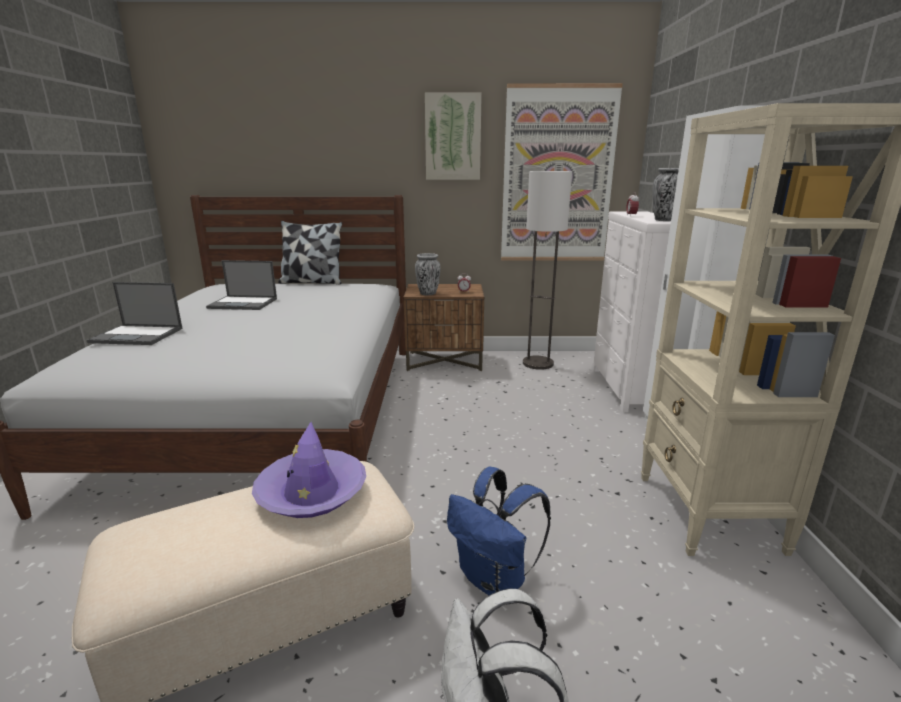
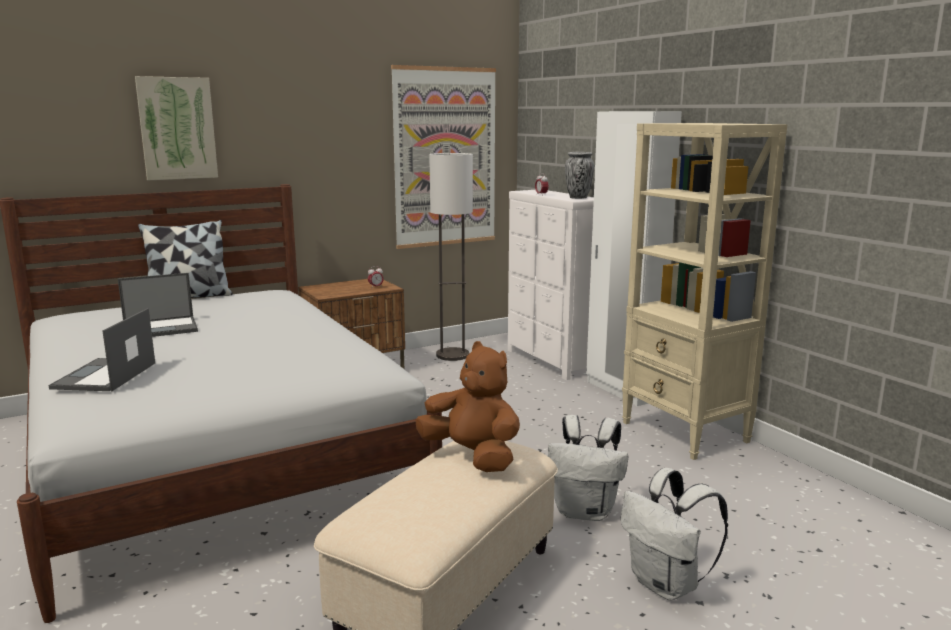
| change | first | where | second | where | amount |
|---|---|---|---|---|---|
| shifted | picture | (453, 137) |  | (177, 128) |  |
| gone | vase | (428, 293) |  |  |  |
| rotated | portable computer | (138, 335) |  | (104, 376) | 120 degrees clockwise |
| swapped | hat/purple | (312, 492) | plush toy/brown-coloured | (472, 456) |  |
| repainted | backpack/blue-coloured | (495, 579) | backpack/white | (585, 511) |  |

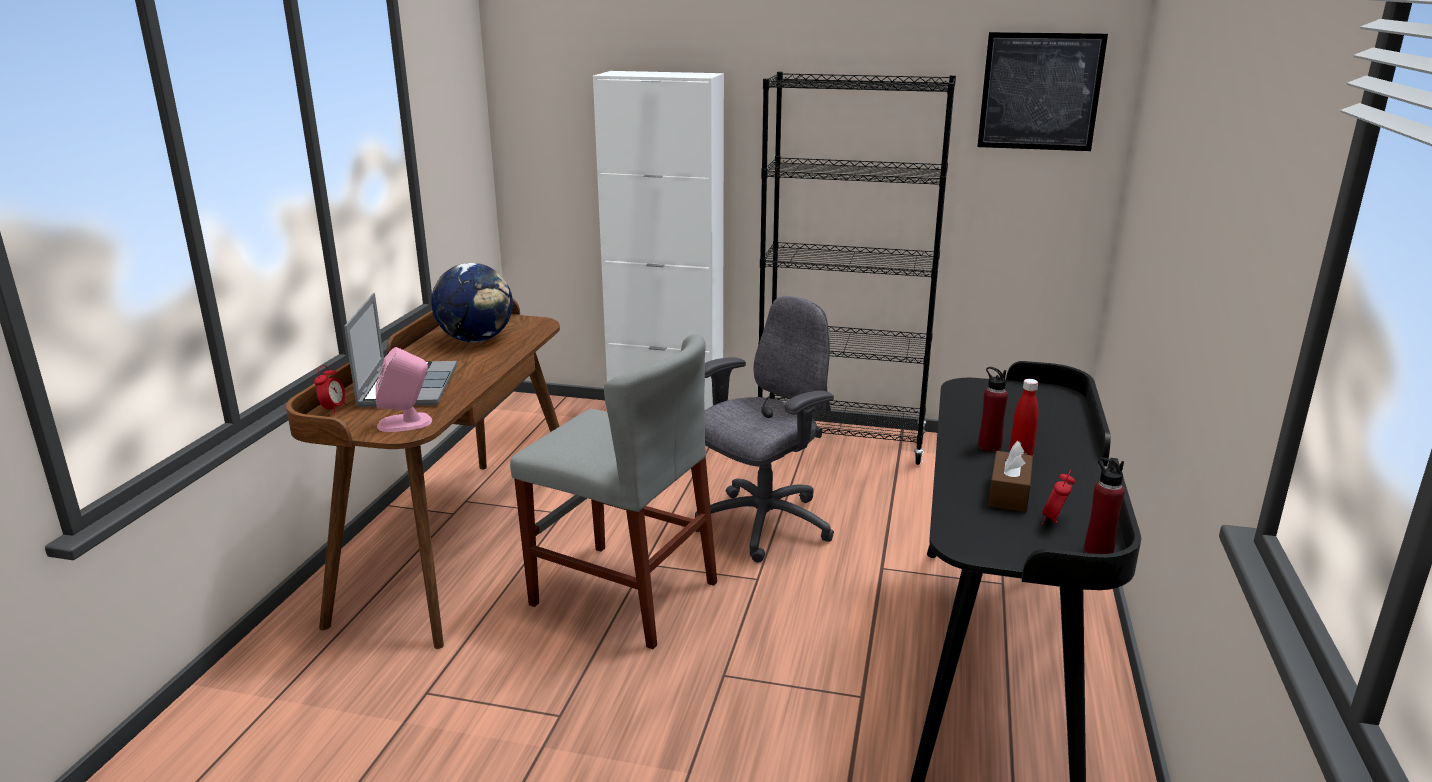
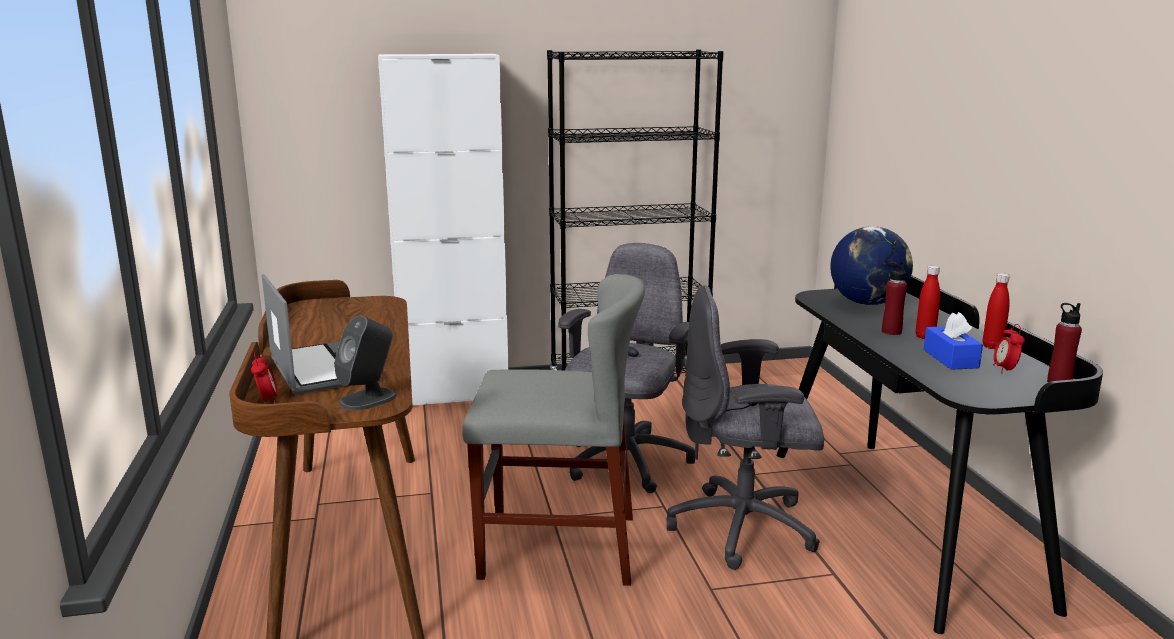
| change | first | where | second | where | amount |
|---|---|---|---|---|---|
| gone | picture | (1040, 92) |  |  |  |
| shifted | globe | (476, 339) |  | (867, 303) |  |
| repainted | loudspeaker/pink | (405, 423) | loudspeaker/greyish | (368, 399) |  |
| repainted | tissue box/brown-coloured | (1009, 493) | tissue box/blue-coloured | (950, 359) |  |
| new |  |  | drink bottle/red-coloured | (992, 346) |  |
| new |  |  | computer chair/greyish | (745, 528) |  |

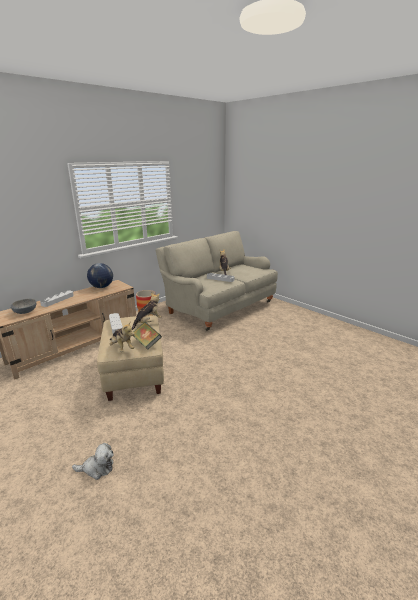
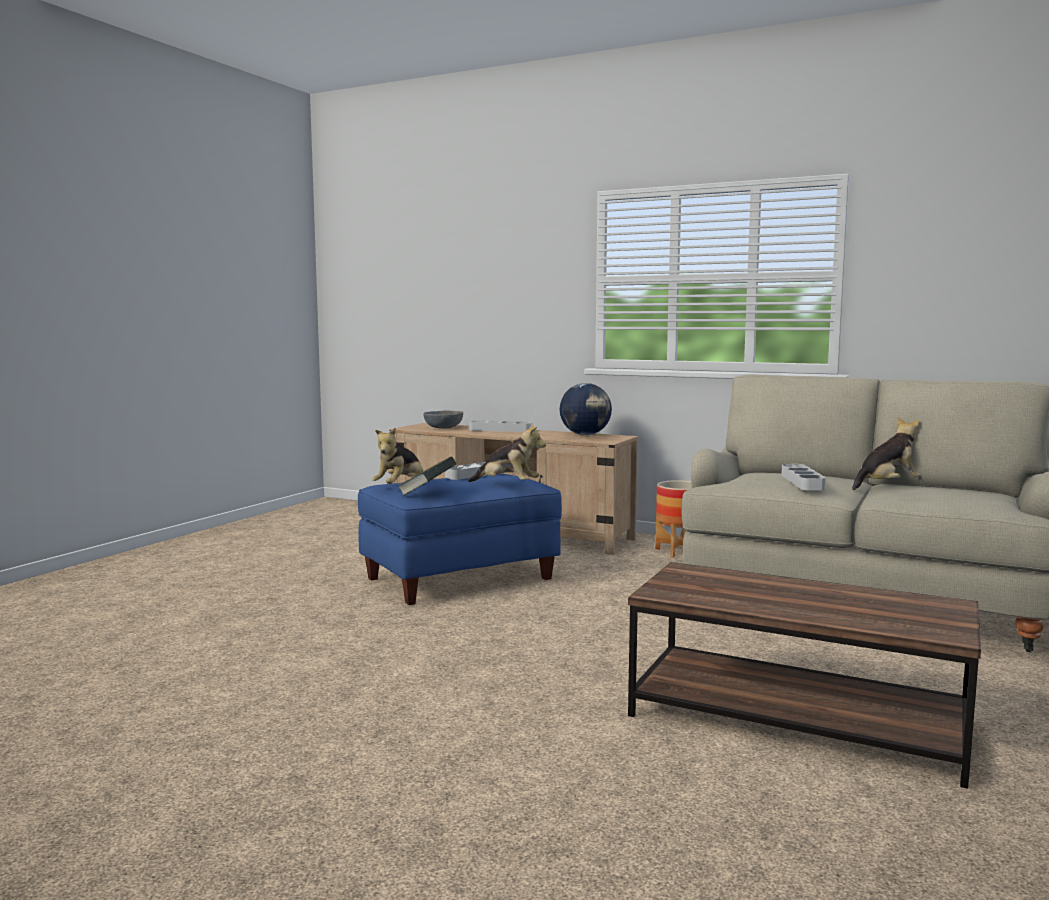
| change | first | where | second | where | amount |
|---|---|---|---|---|---|
| repainted | ottoman/sand-coloured | (134, 373) | ottoman/blue-coloured | (459, 578) |  |
| gone | plush toy | (97, 468) |  |  |  |
| new |  |  | lounge table/brown-coloured | (797, 718) |  |

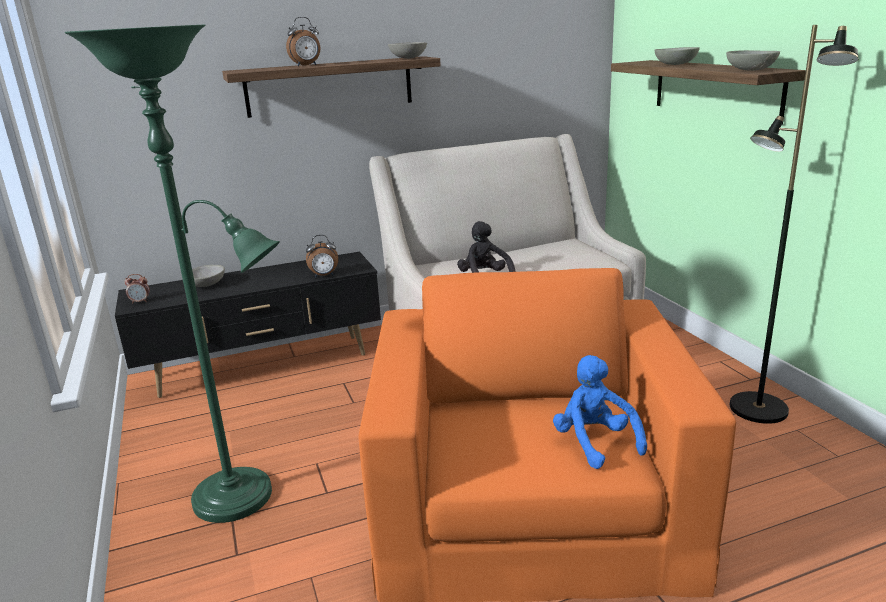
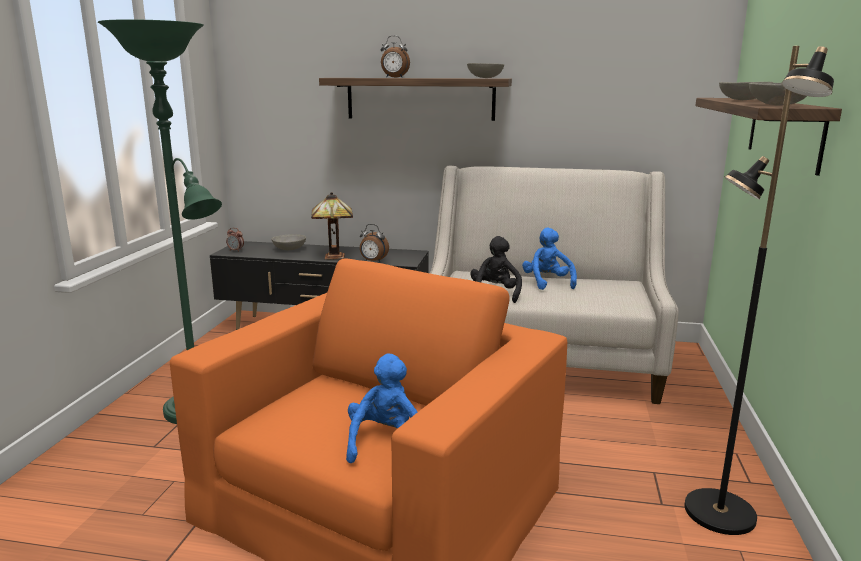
| change | first | where | second | where | amount |
|---|---|---|---|---|---|
| new |  |  | tabletop lamp | (333, 257) |  |
| new |  |  | plush toy/blue-coloured | (547, 283) |  |

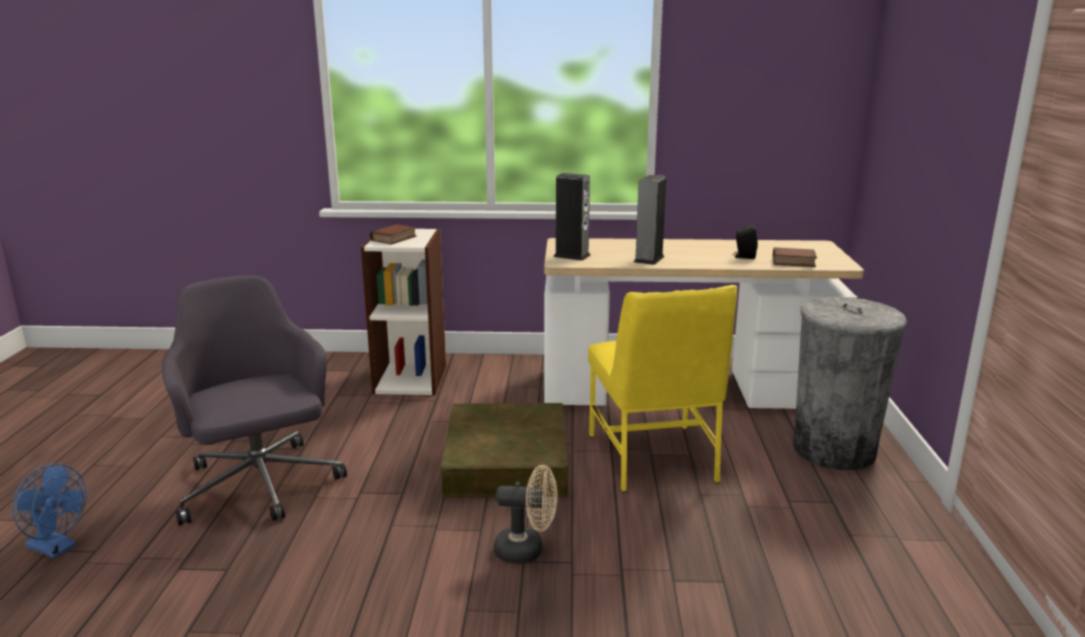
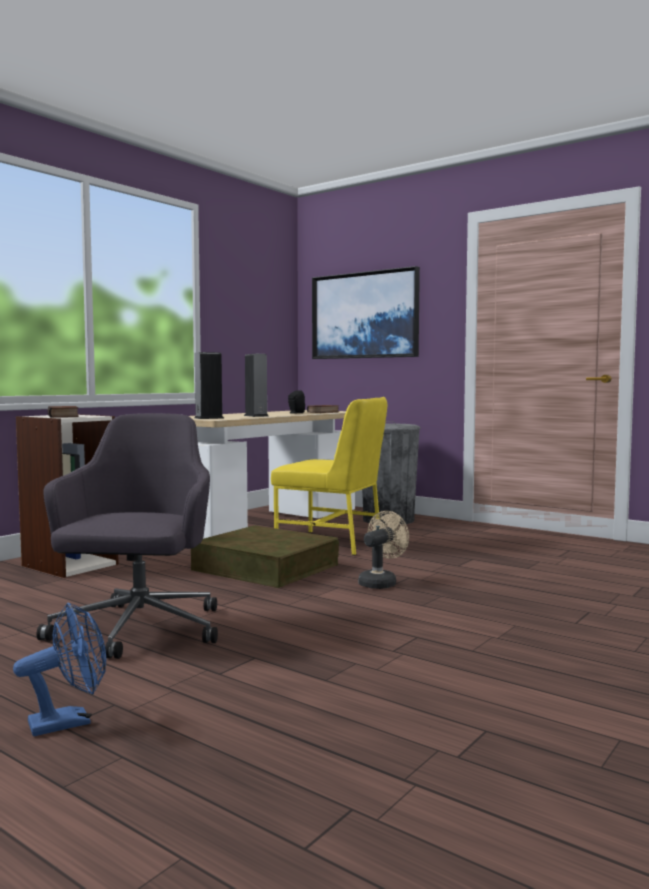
| change | first | where | second | where | amount |
|---|---|---|---|---|---|
| rotated | computer chair/greyish | (260, 486) |  | (138, 631) | 90 degrees clockwise |
| new |  |  | picture | (365, 315) |  |

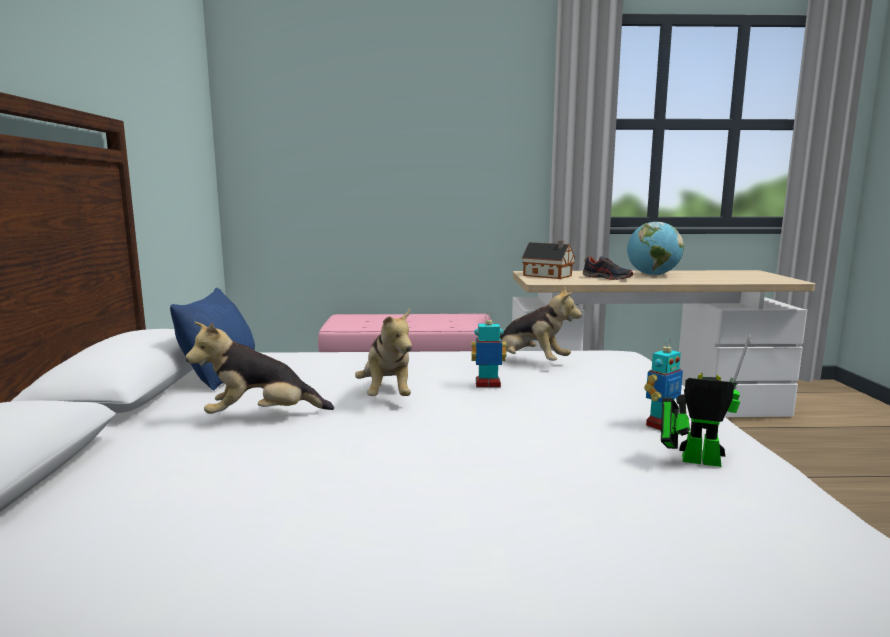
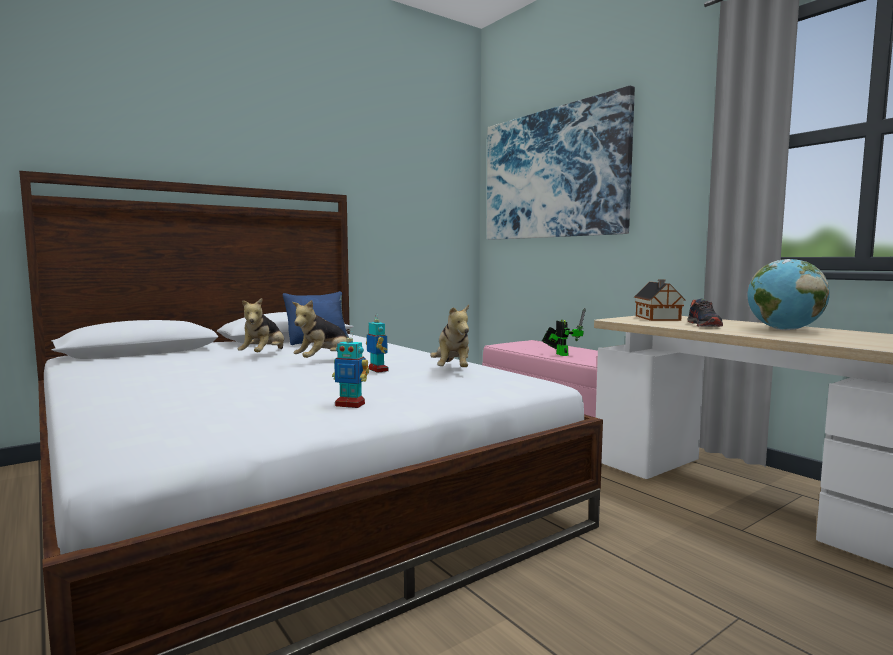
| change | first | where | second | where | amount |
|---|---|---|---|---|---|
| rotated | plush toy | (261, 417) |  | (264, 355) | 120 degrees counterclockwise |
| shifted | robot figure | (694, 459) |  | (561, 354) |  |
| new |  |  | picture | (552, 174) |  |

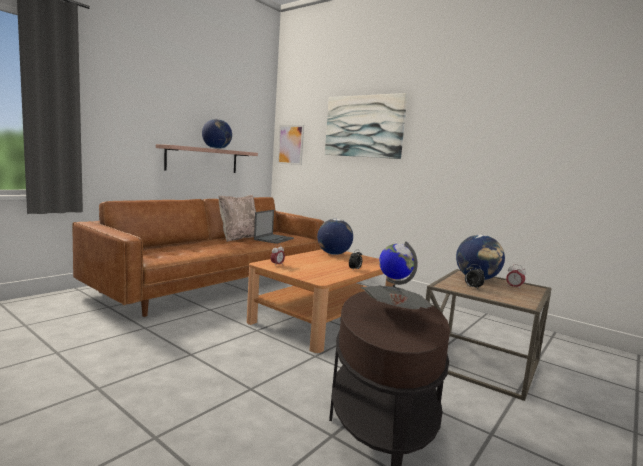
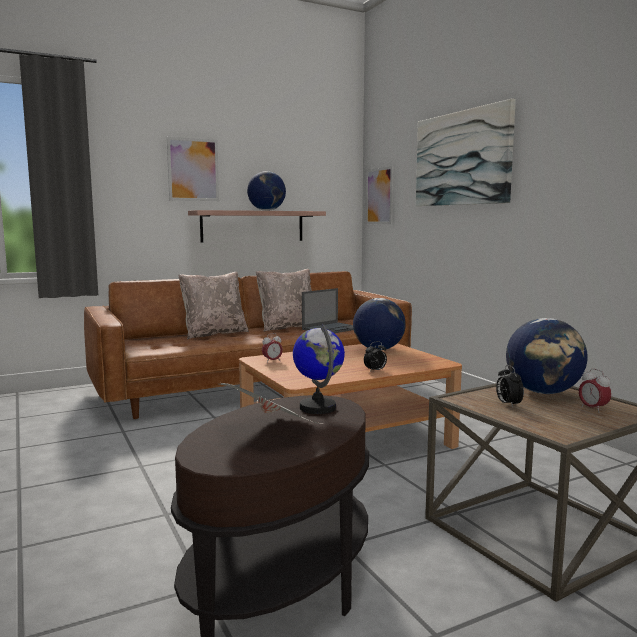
| change | first | where | second | where | amount |
|---|---|---|---|---|---|
| new |  |  | picture | (193, 169) |  |
| new |  |  | throw pillow/sand-coloured | (214, 334) |  |

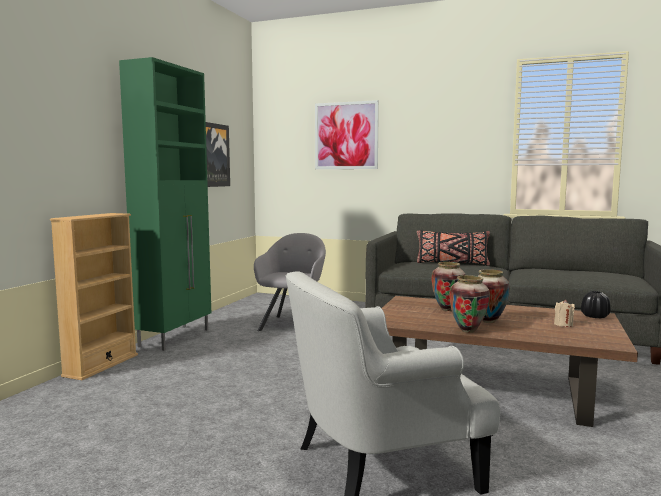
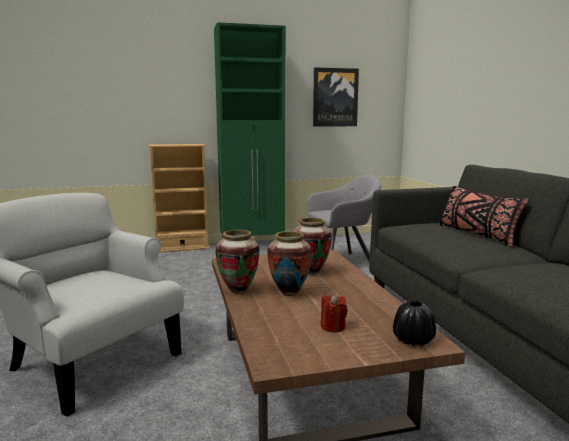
| change | first | where | second | where | amount |
|---|---|---|---|---|---|
| gone | picture | (346, 135) |  |  |  |
| repainted | wax light/sand-coloured | (563, 325) | wax light/red-coloured | (333, 327) |  |

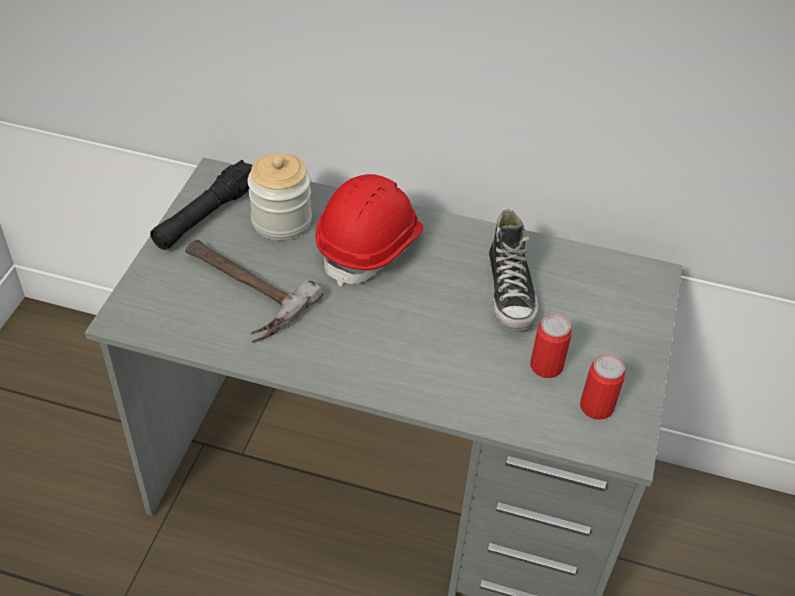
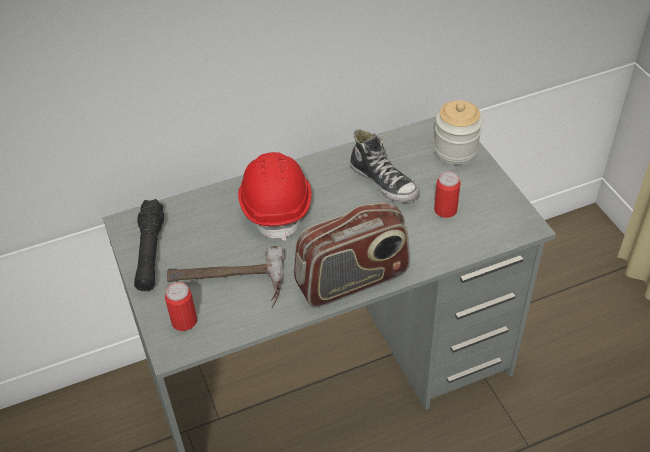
| change | first | where | second | where | amount |
|---|---|---|---|---|---|
| shifted | preserve jar | (281, 221) |  | (455, 150) |  |
| shifted | sealed can | (596, 407) |  | (184, 321) |  |
| new |  |  | radio | (352, 280) |  |

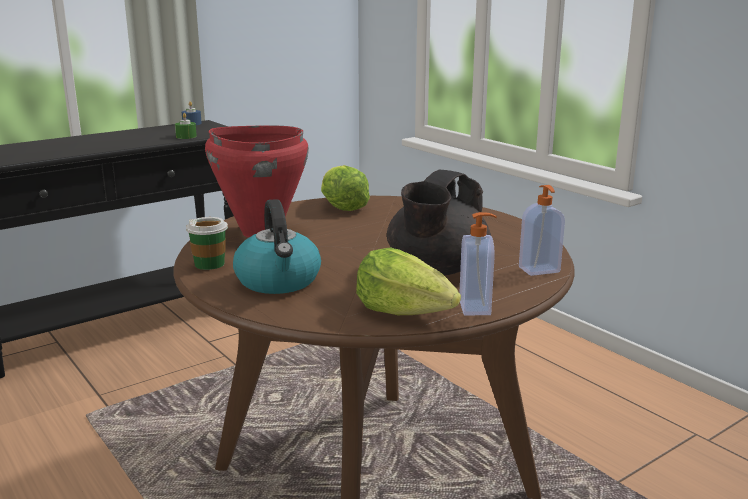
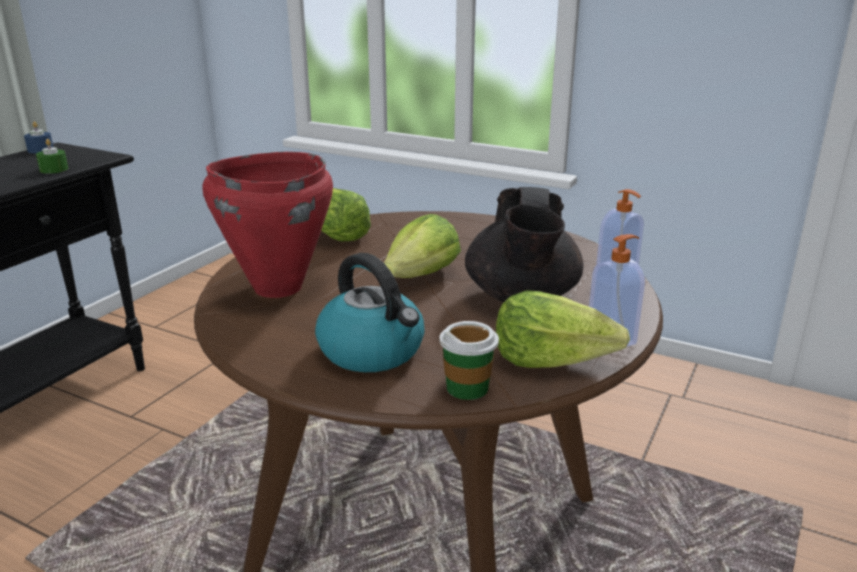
| change | first | where | second | where | amount |
|---|---|---|---|---|---|
| shifted | small cup | (210, 264) |  | (467, 388) |  |
| new |  |  | head of lettuce | (422, 276) |  |

